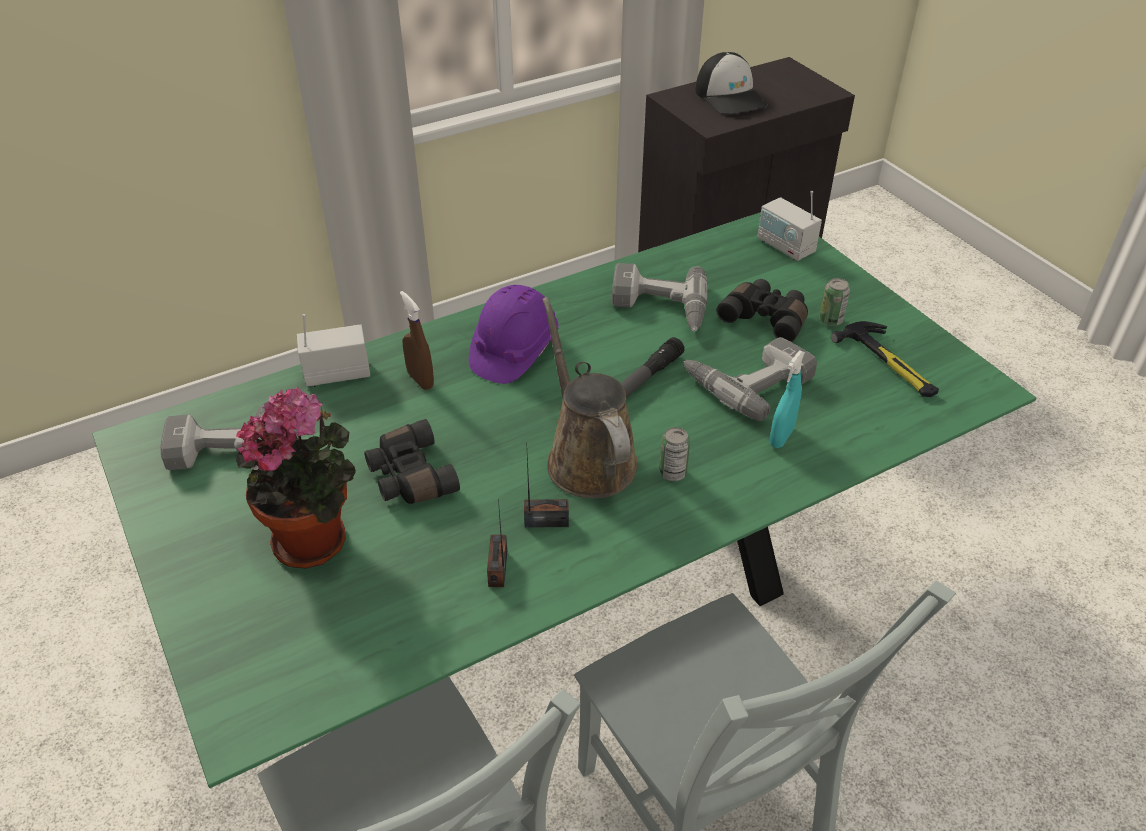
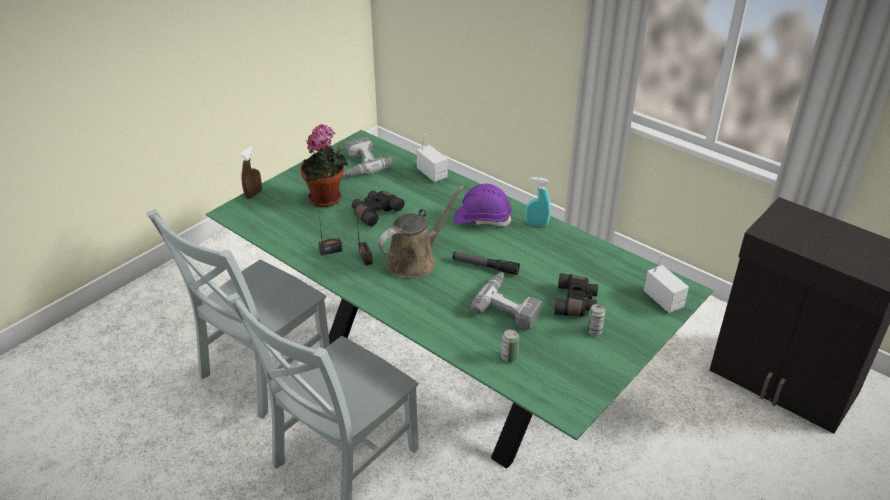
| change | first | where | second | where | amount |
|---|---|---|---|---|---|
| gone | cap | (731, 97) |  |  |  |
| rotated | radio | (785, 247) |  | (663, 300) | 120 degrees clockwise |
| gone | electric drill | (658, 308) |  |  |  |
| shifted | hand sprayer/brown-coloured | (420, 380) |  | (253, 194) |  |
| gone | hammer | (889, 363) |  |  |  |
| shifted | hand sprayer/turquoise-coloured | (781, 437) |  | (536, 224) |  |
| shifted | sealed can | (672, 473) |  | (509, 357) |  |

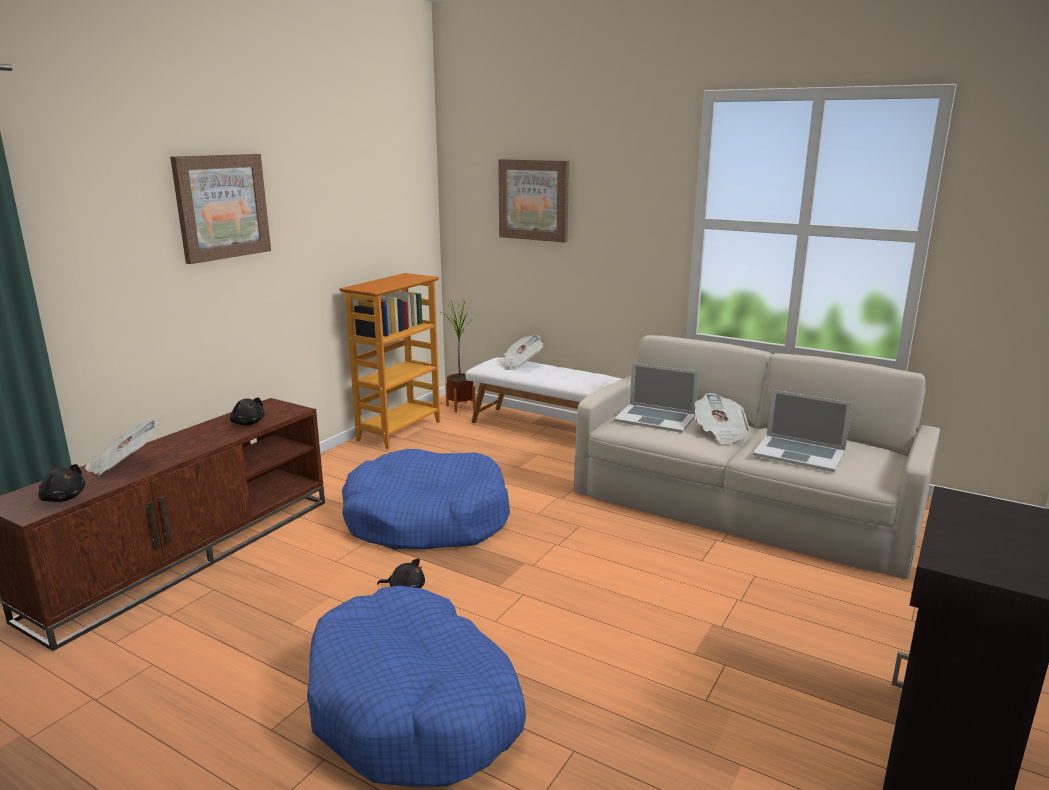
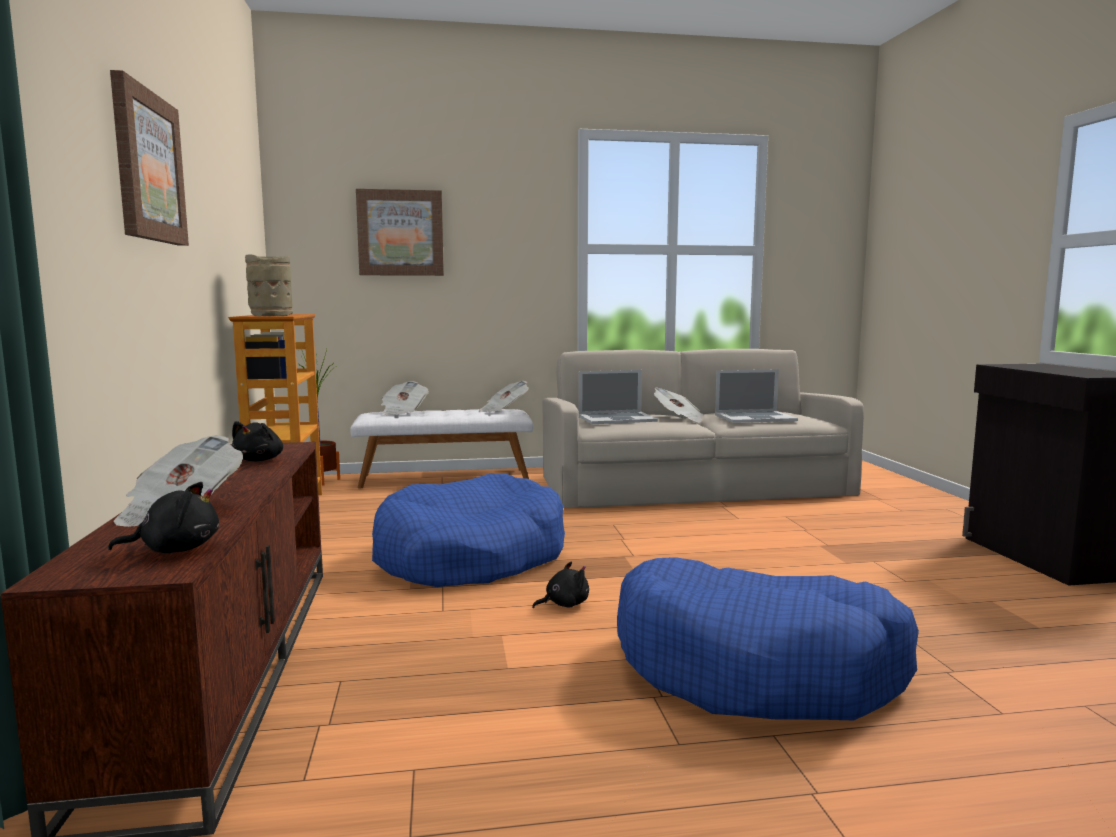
| change | first | where | second | where | amount |
|---|---|---|---|---|---|
| rotated | plush toy/black-coloured | (248, 423) |  | (260, 460) | 90 degrees clockwise |
| new |  |  | vase/sand-coloured | (271, 315) |  |
| new |  |  | newspaper | (504, 410) |  |

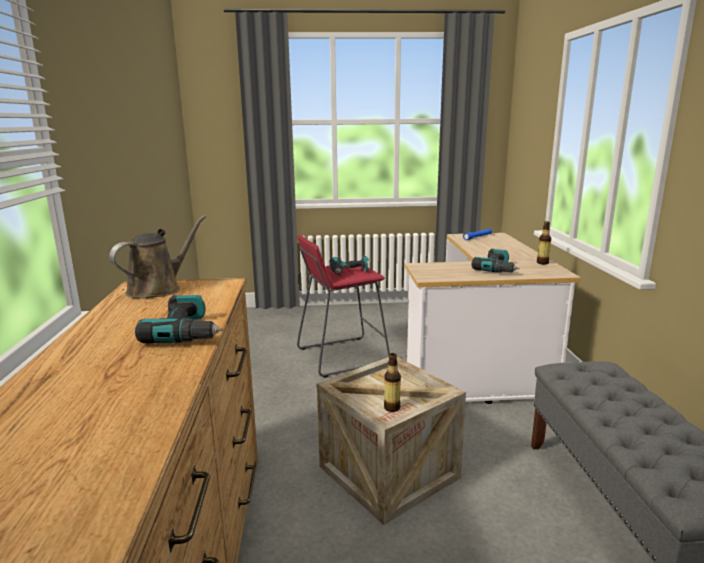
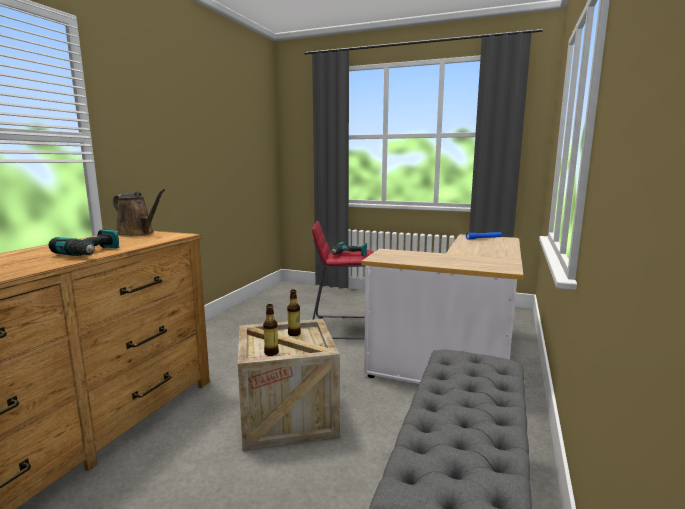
| change | first | where | second | where | amount |
|---|---|---|---|---|---|
| rotated | sprinkling can/brown-coloured | (158, 289) |  | (138, 233) | 60 degrees clockwise |
| shifted | drink bottle | (542, 263) |  | (294, 334) |  |
| gone | electric drill | (497, 269) |  |  |  |

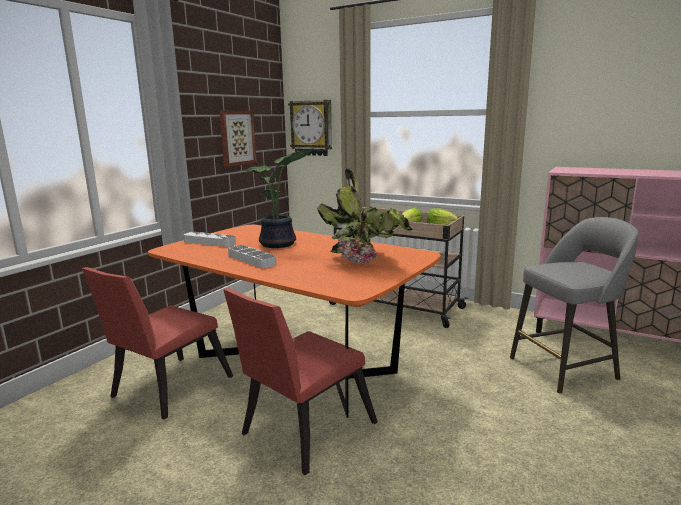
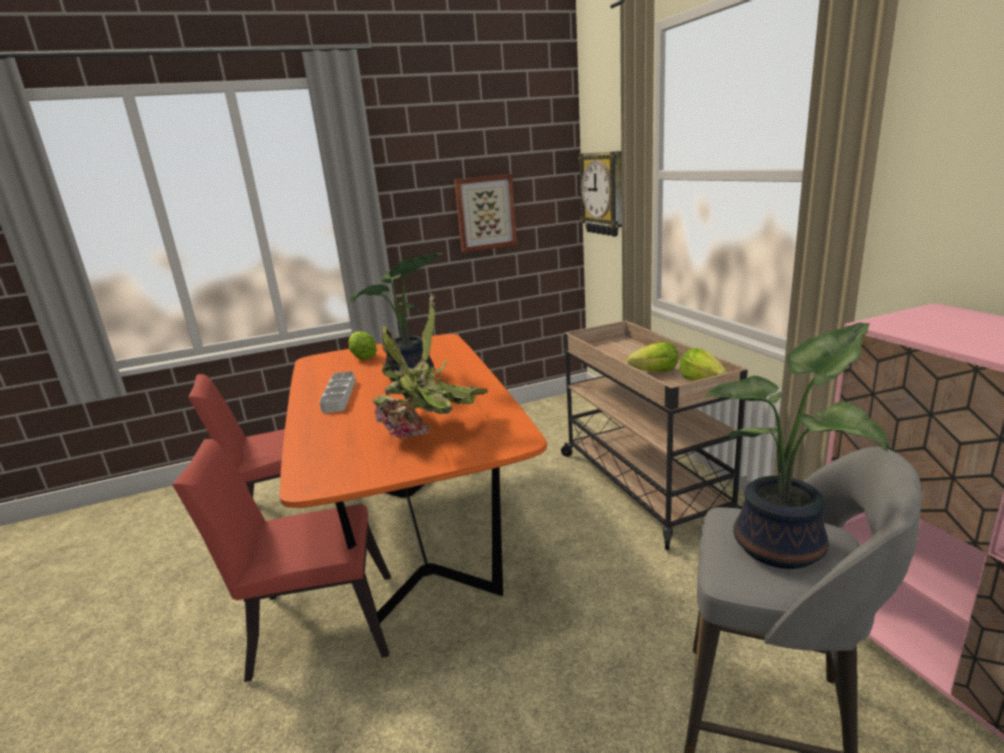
| change | first | where | second | where | amount |
|---|---|---|---|---|---|
| swapped | tray/greyish | (209, 242) | head of lettuce | (362, 357) |  |
| new |  |  | plant in a pot | (785, 547) |  |

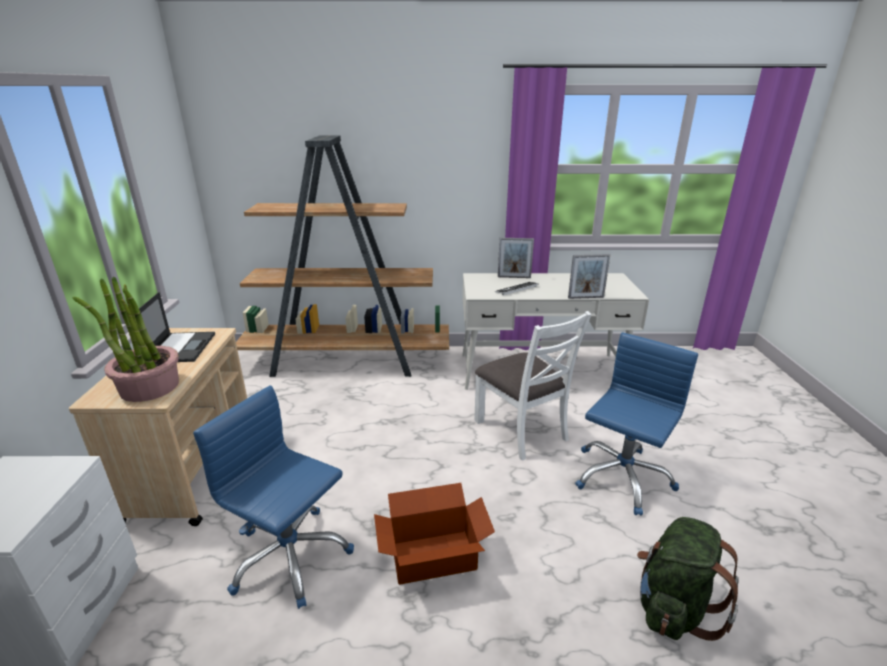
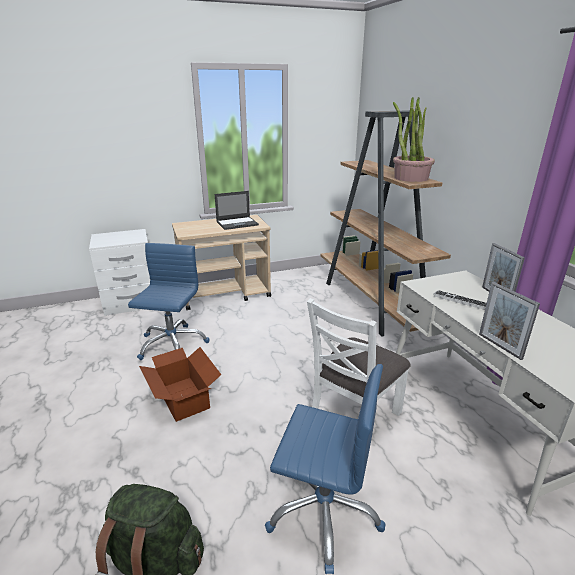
| change | first | where | second | where | amount |
|---|---|---|---|---|---|
| shifted | plant in a pot | (149, 387) |  | (410, 178) |  |

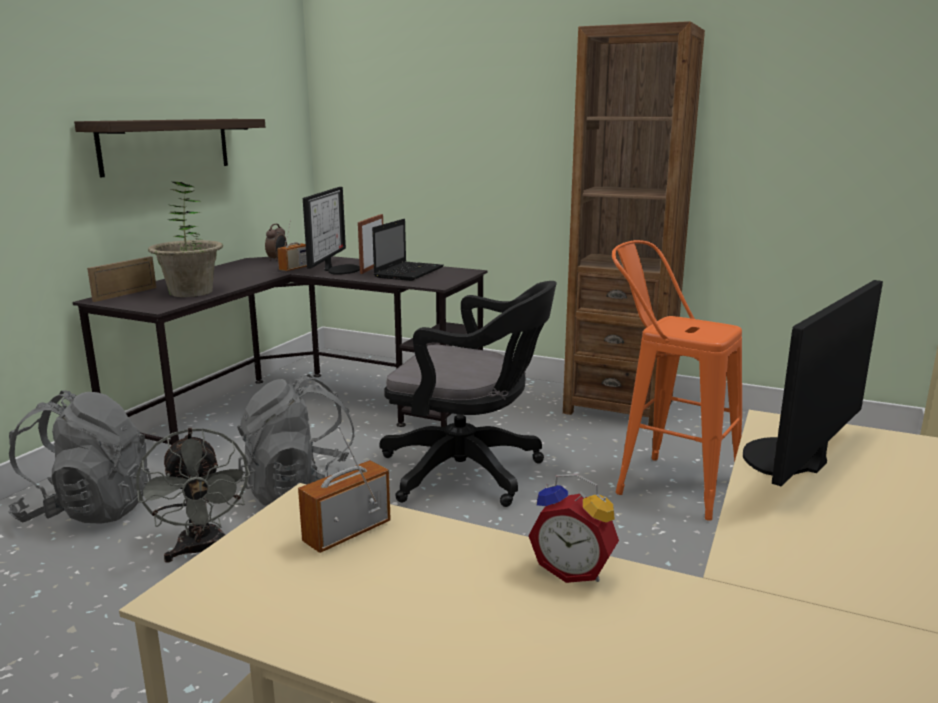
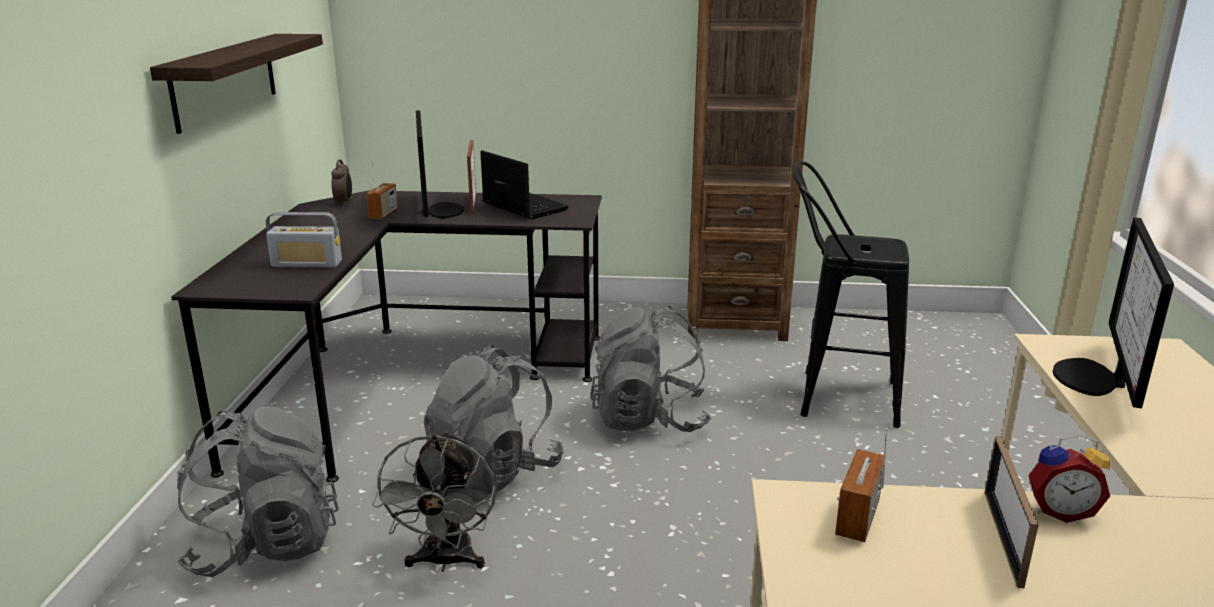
| change | first | where | second | where | amount |
|---|---|---|---|---|---|
| swapped | plant in a pot | (191, 292) | radio | (307, 264) |  |
| rotated | portable computer | (409, 272) |  | (523, 206) | 45 degrees counterclockwise |
| repainted | sitting stool/orangey | (665, 483) | sitting stool/black-coloured | (835, 397) |  |
| shifted | photo frame | (125, 294) |  | (1003, 537) |  |
| swapped | computer chair/black-coloured | (469, 472) | backpack/greyish | (649, 419) |  |
| rotated | cooling fan/greyish | (202, 550) |  | (445, 561) | 45 degrees clockwise |

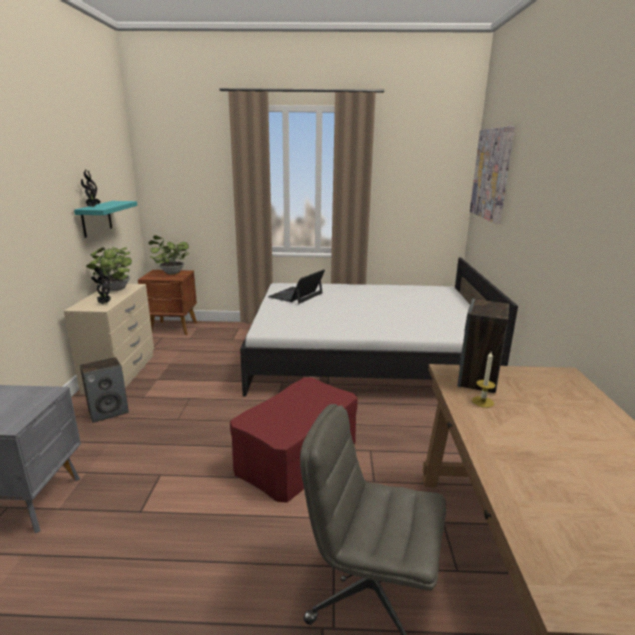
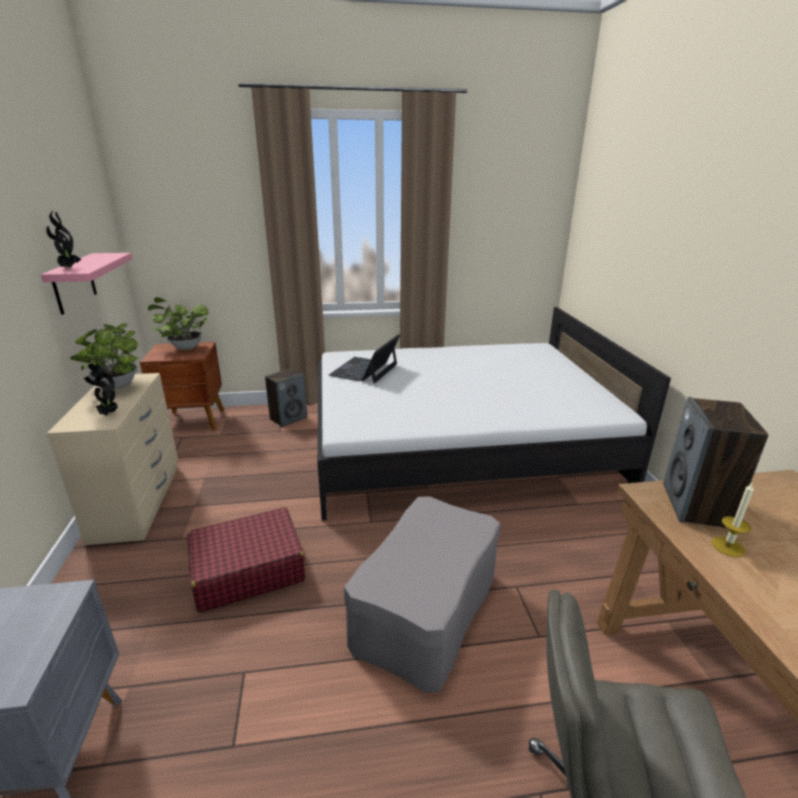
| change | first | where | second | where | amount |
|---|---|---|---|---|---|
| gone | picture | (492, 174) |  |  |  |
| repainted | bracket shelf/turquoise-coloured | (96, 218) | bracket shelf/pink | (74, 283) |  |
| shifted | loudspeaker | (109, 412) |  | (288, 418) |  |
| repainted | ottoman/red-coloured | (297, 456) | ottoman/greyish | (426, 610) |  |
| new |  |  | piece of luggage/red-coloured | (247, 569) |  |

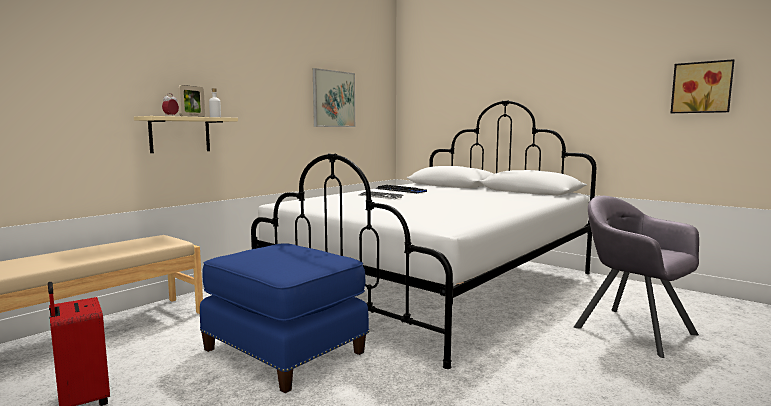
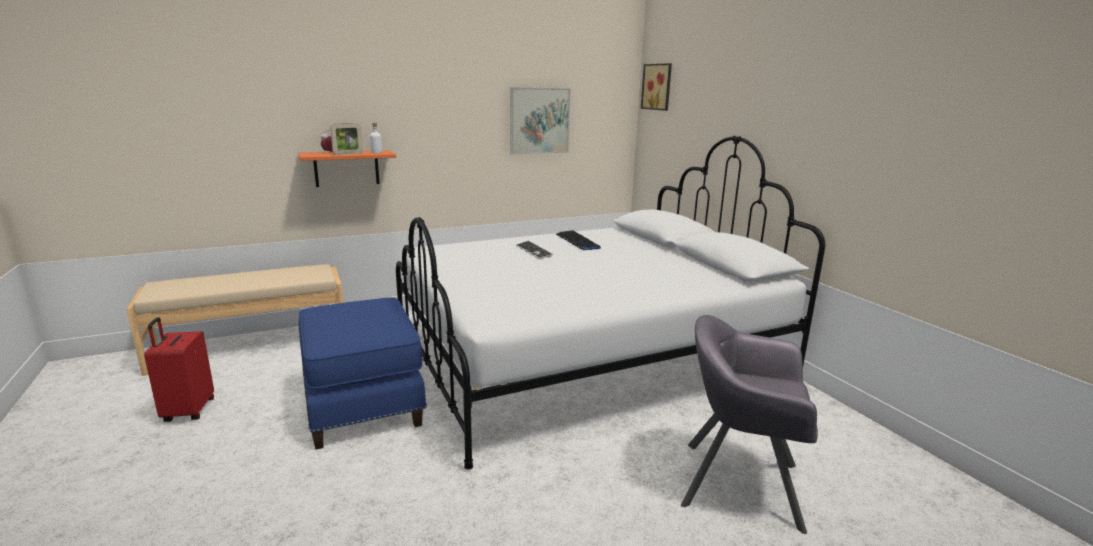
| change | first | where | second | where | amount |
|---|---|---|---|---|---|
| shifted | picture | (701, 87) |  | (658, 87) |  |
| repainted | bracket shelf/sand-coloured | (180, 134) | bracket shelf/orangey | (346, 168) |  |
| rotated | armchair/greyish | (633, 330) |  | (739, 483) | 60 degrees counterclockwise |

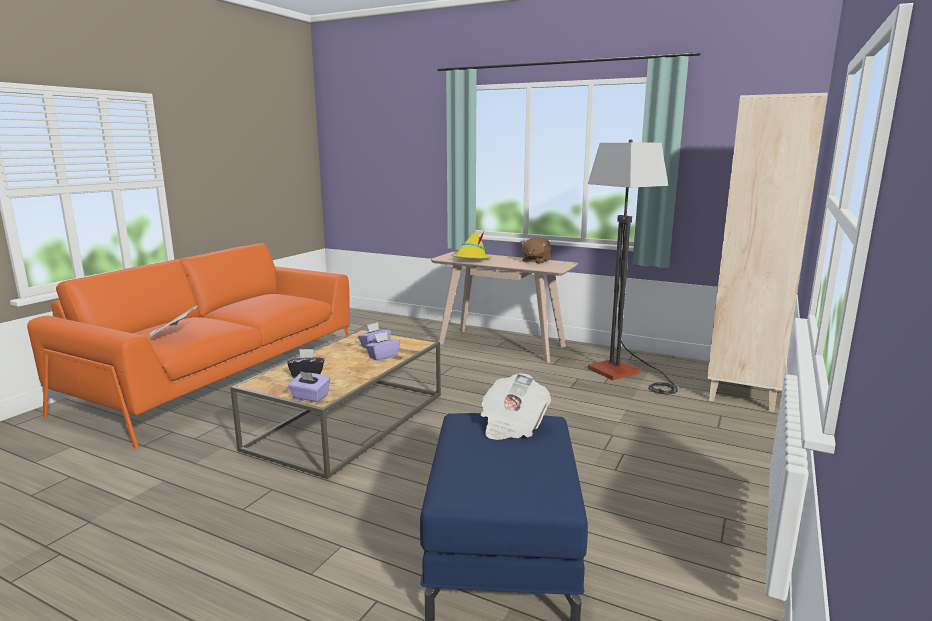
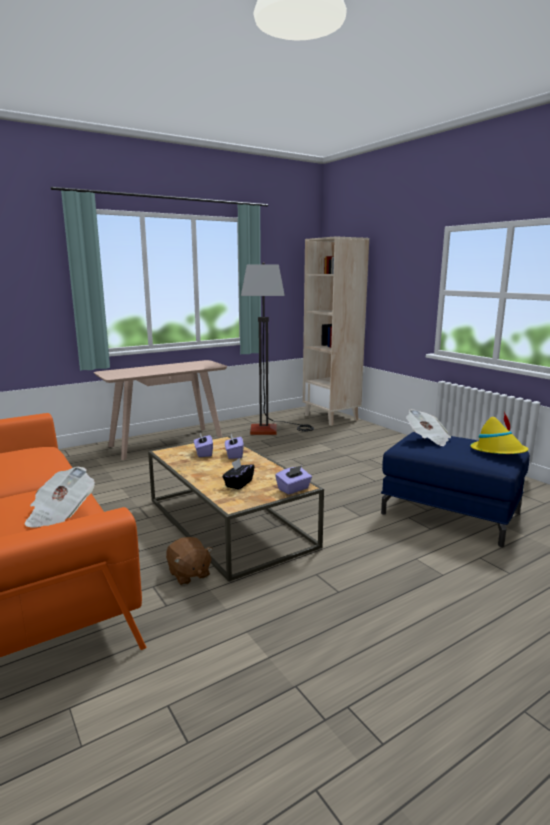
| change | first | where | second | where | amount |
|---|---|---|---|---|---|
| shifted | hat/yellowish | (471, 259) |  | (498, 451) |  |
| shifted | plush toy/brown-coloured | (535, 261) |  | (188, 574) |  |

